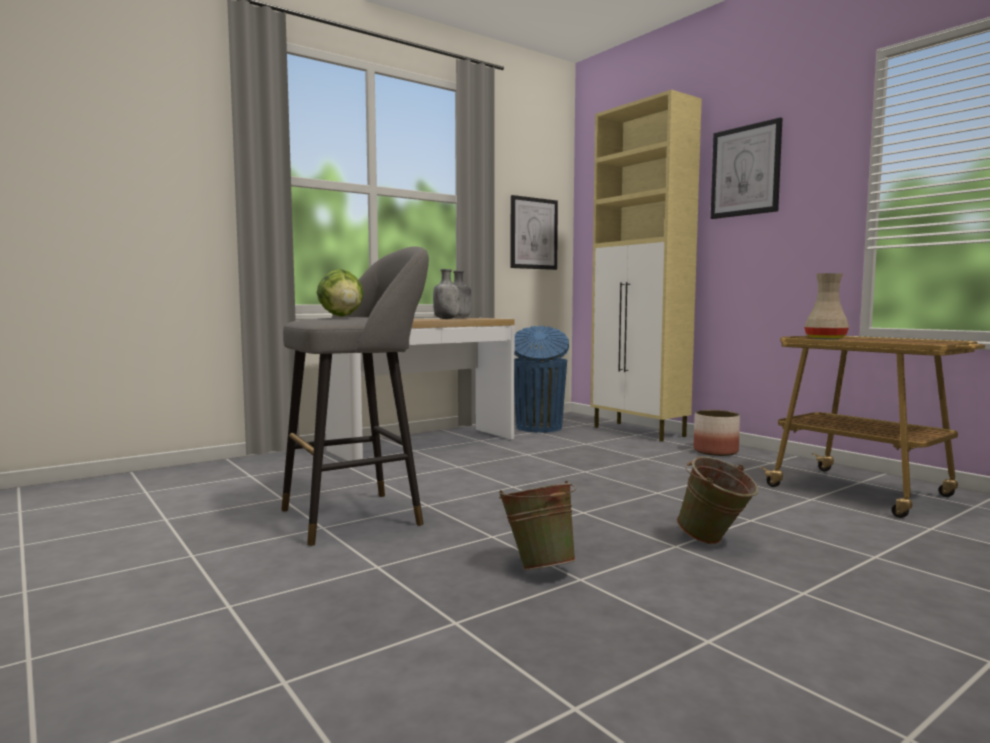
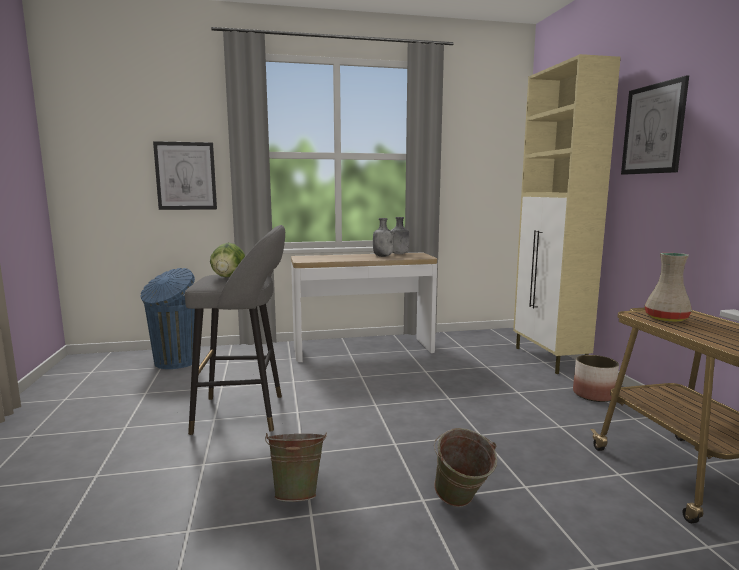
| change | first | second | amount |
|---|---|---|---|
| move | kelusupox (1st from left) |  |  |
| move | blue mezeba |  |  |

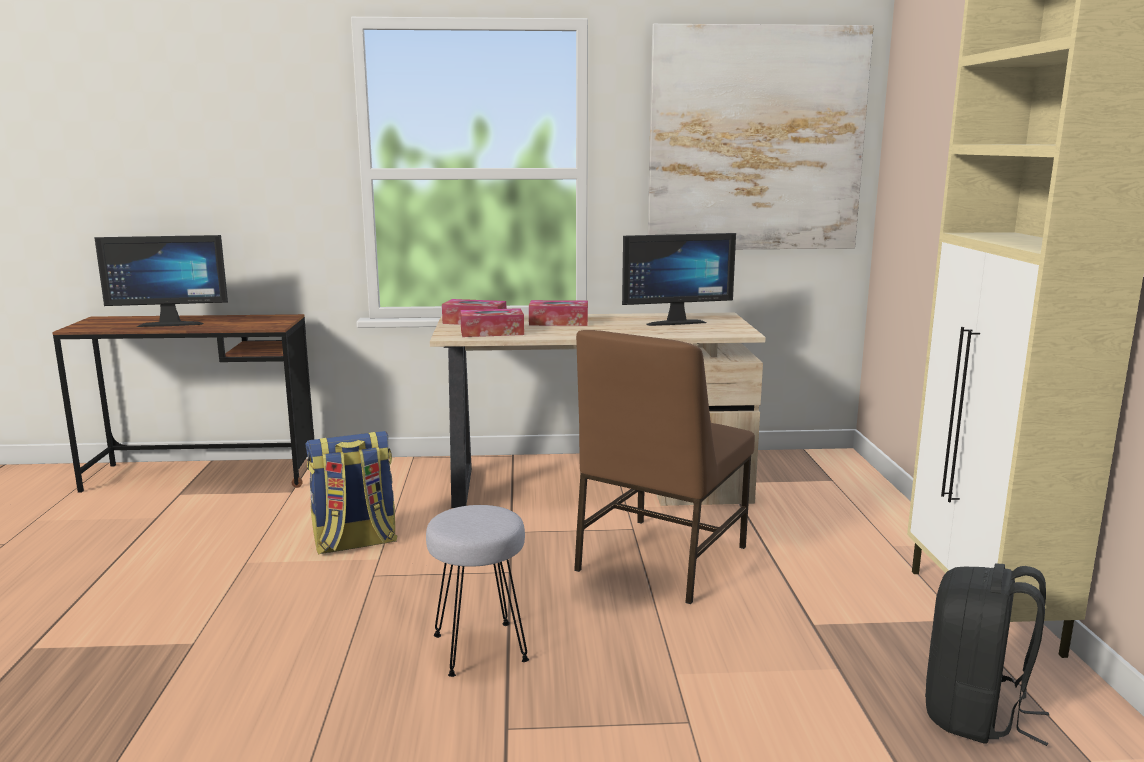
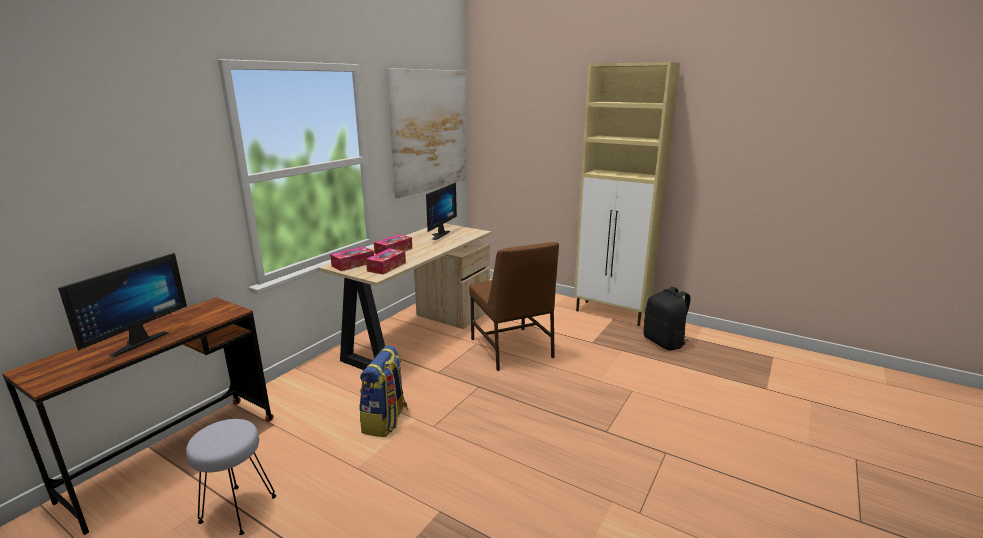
| change | first | second | amount |
|---|---|---|---|
| move | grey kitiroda |  |  |

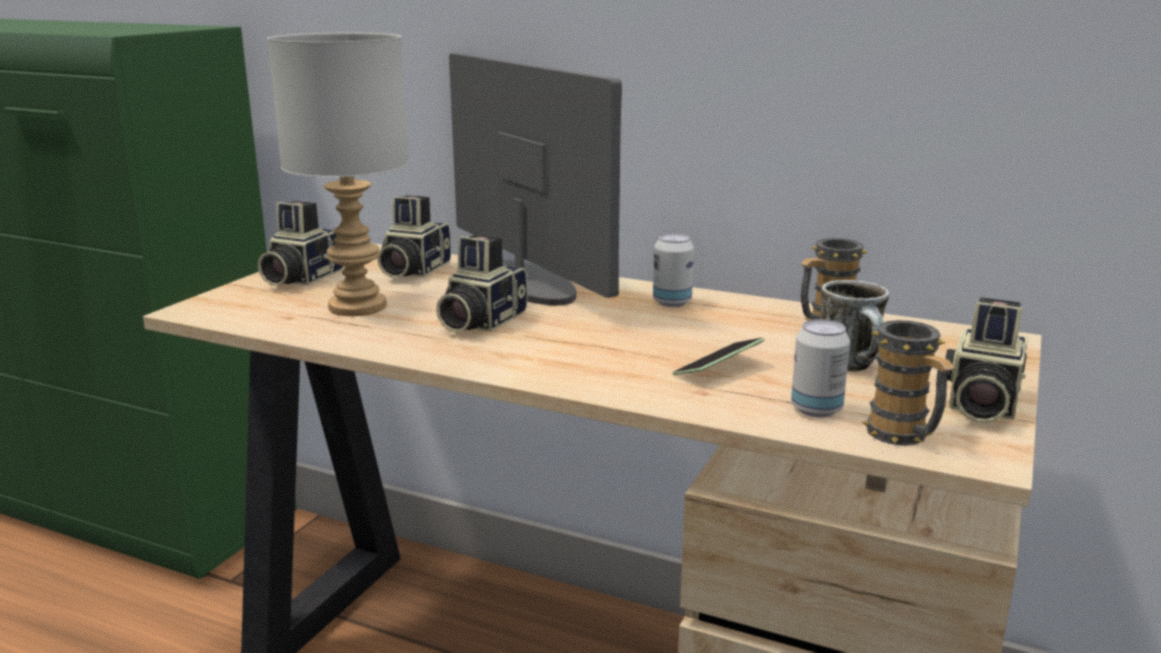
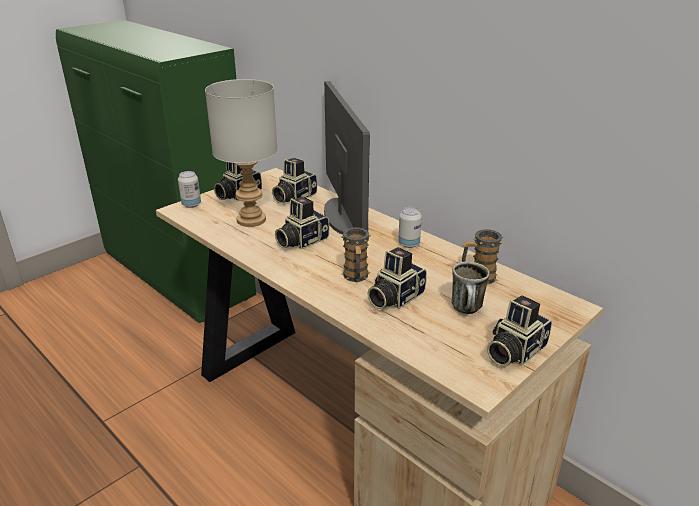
| change | first | second | amount |
|---|---|---|---|
| replace | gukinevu | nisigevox (4th from left) |  |
| move | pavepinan (2nd from left in the first image) | pavepinan (1st from left) |  |
| move | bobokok (3rd from left in the first image) | bobokok (1st from left) |  |

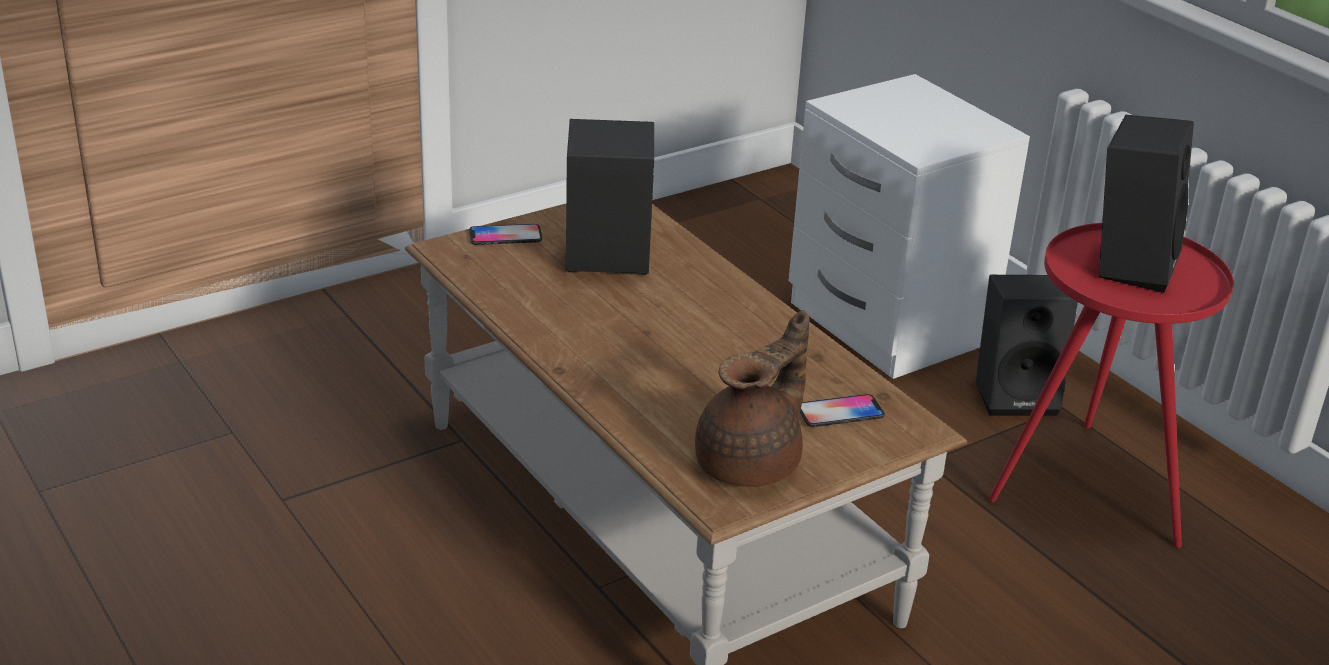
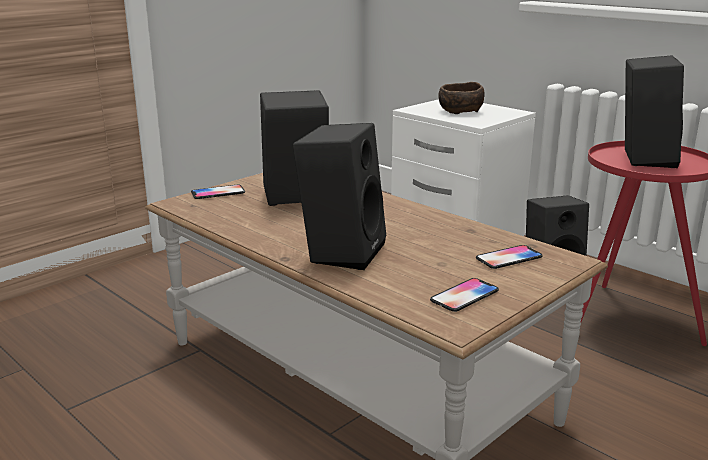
| change | first | second | amount |
|---|---|---|---|
| replace | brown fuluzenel | gukinevu (2nd from left) |  |
| insert |  | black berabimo (2nd from left) |  |
| insert |  | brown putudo |  |

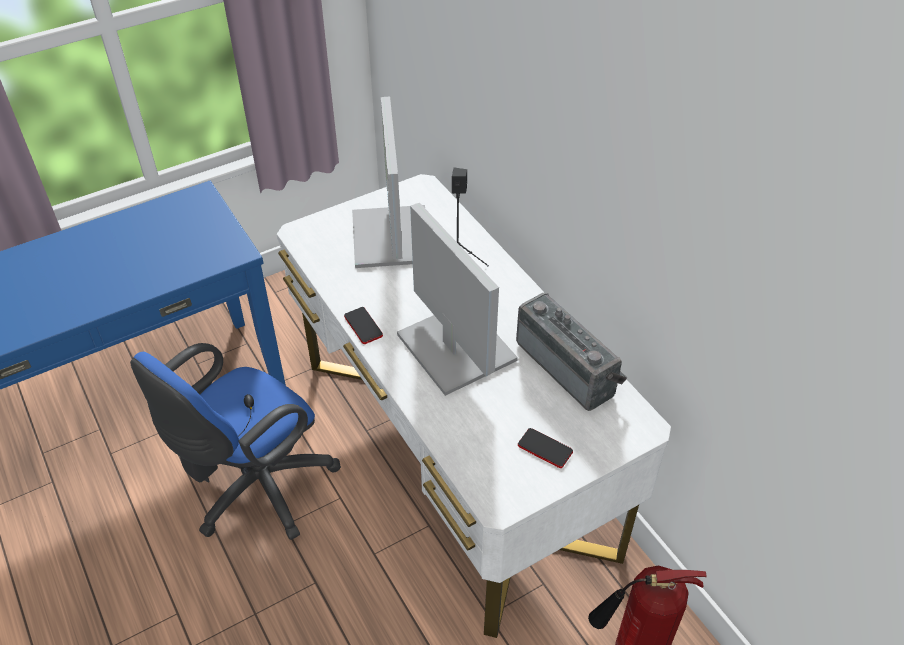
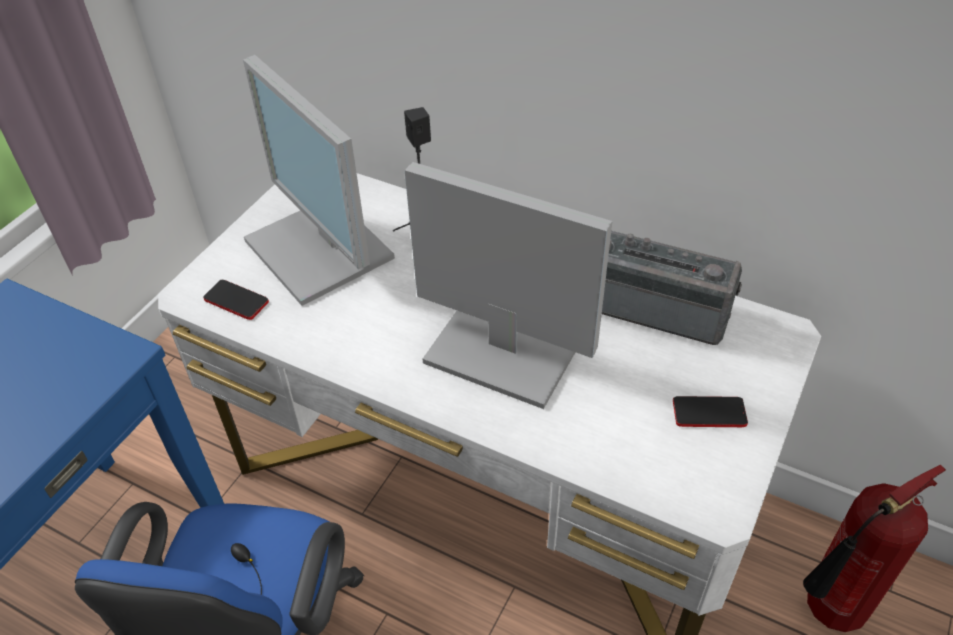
| change | first | second | amount |
|---|---|---|---|
| move | gukinevu (1st from left) |  |  |

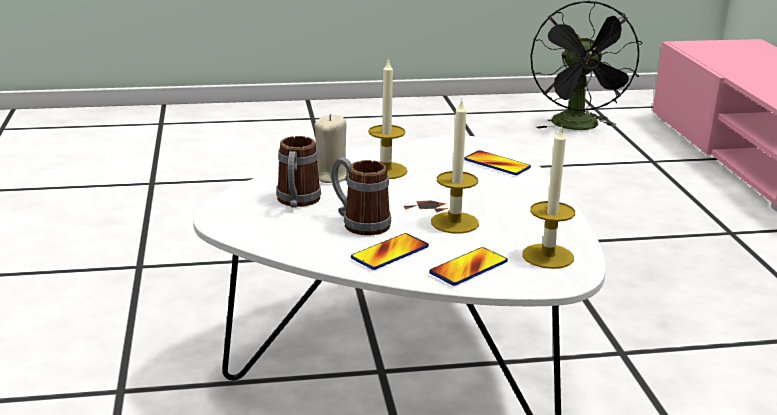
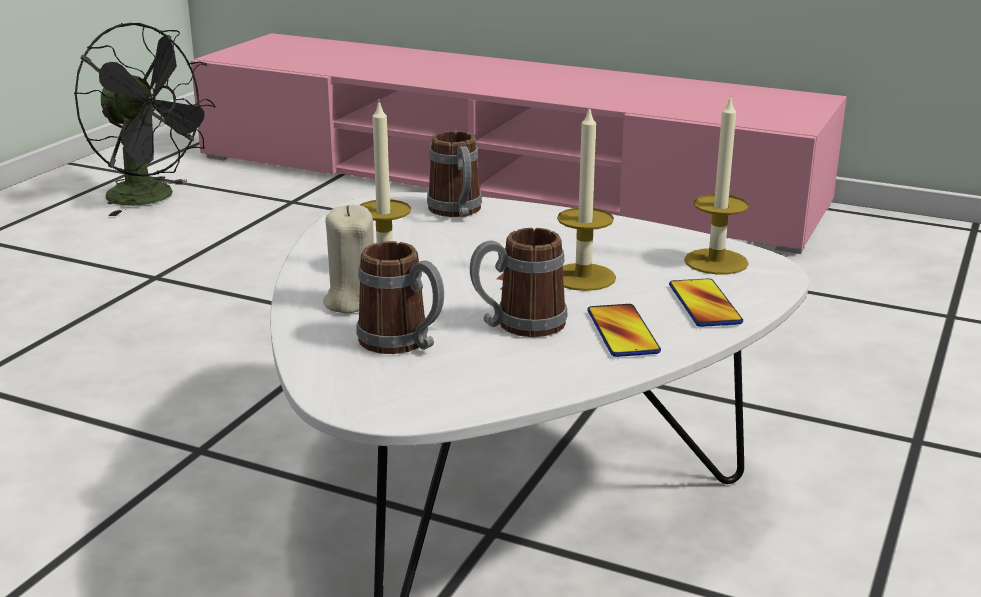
| change | first | second | amount |
|---|---|---|---|
| replace | gukinevu (3rd from left) | bobokok (2nd from left) |  |

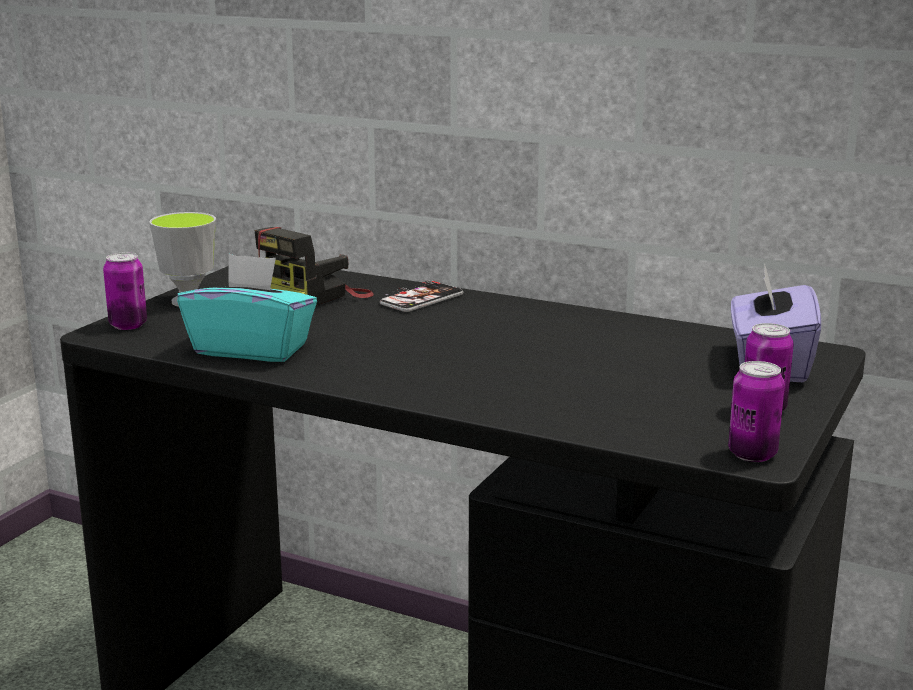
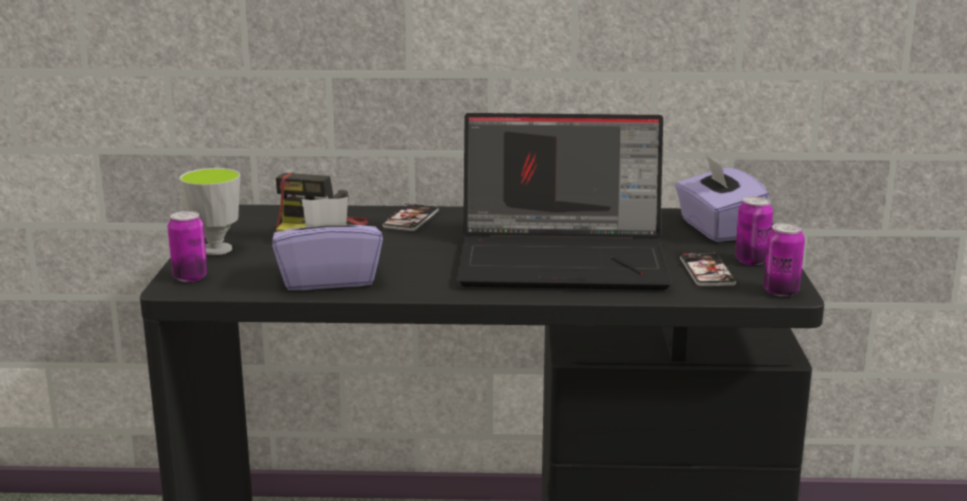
| change | first | second | amount |
|---|---|---|---|
| recolor | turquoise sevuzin | purple sevuzin (1st from left) |  |
| insert |  | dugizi |  |
| insert |  | gukinevu (2nd from left) |  |

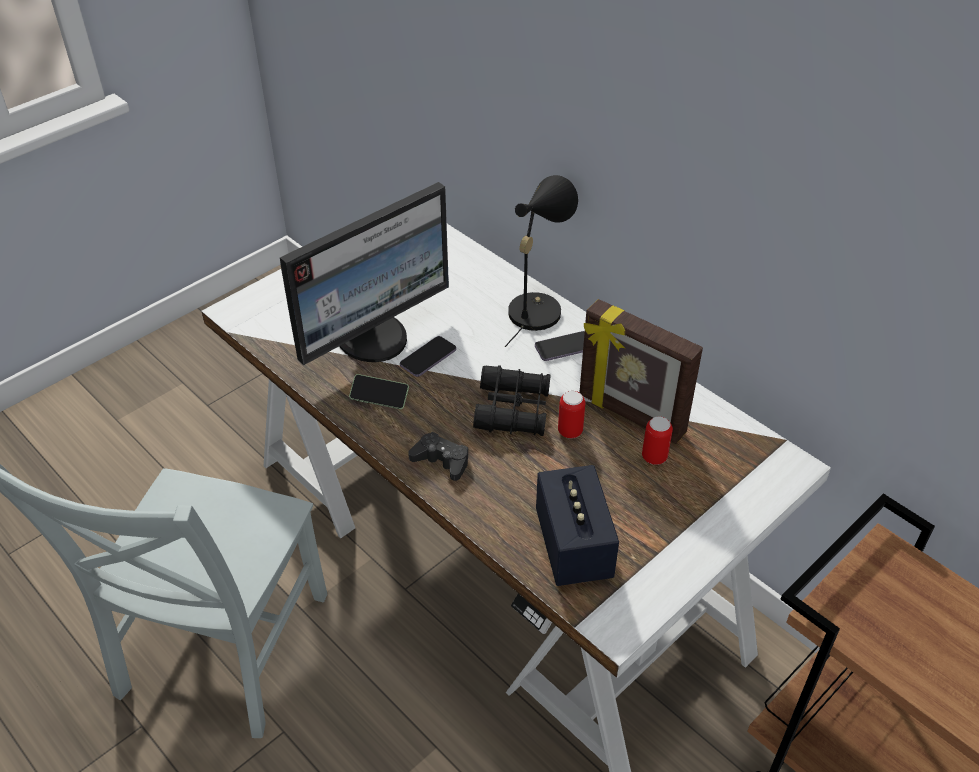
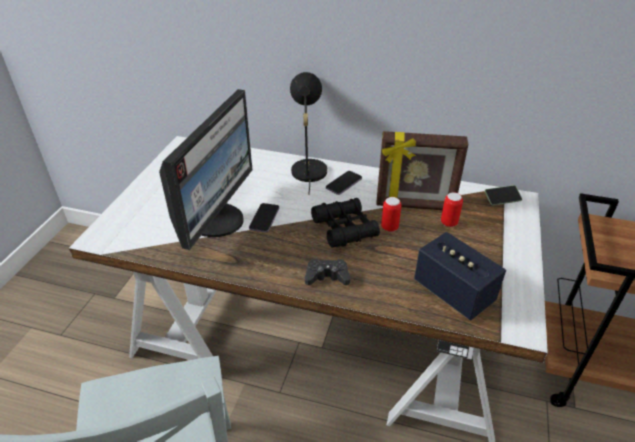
| change | first | second | amount |
|---|---|---|---|
| move | gukinevu (1st from left in the first image) | gukinevu (3rd from left) |  |

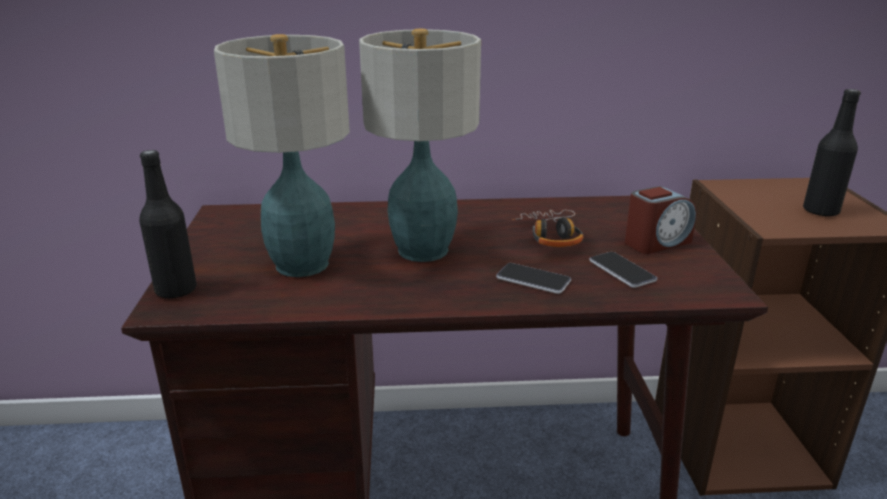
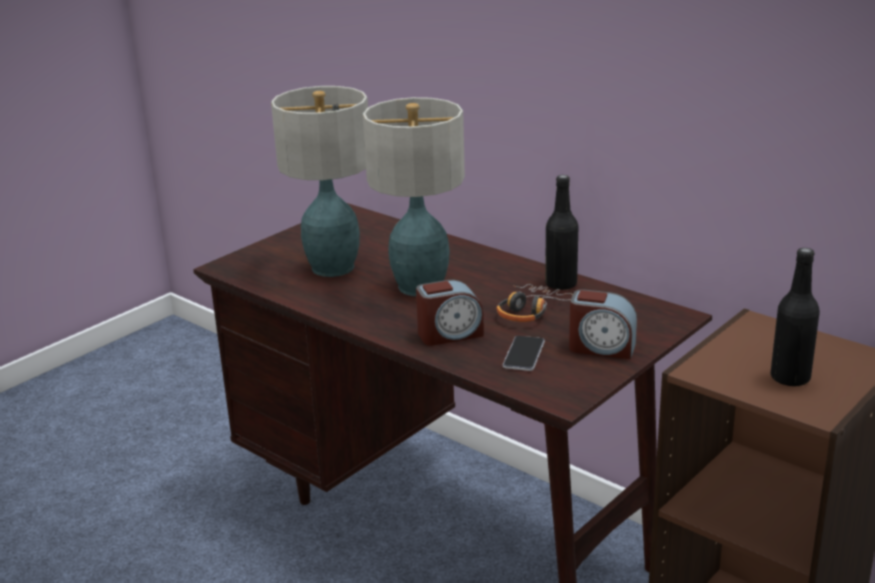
| change | first | second | amount |
|---|---|---|---|
| move | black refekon (1st from left) |  |  |
| replace | gukinevu (1st from left) | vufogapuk (1st from left) |  |

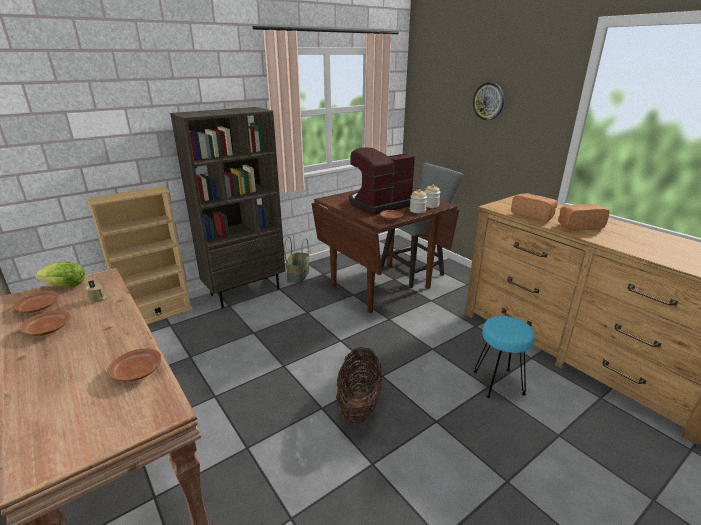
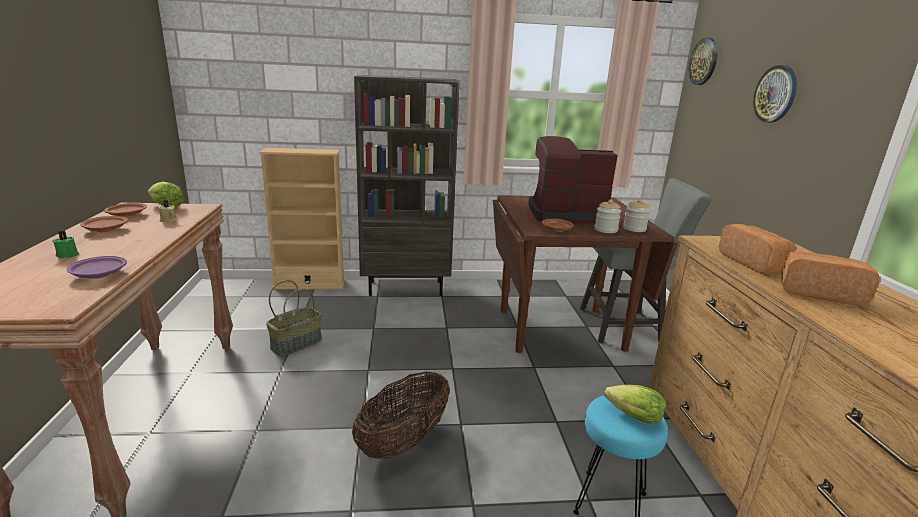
| change | first | second | amount |
|---|---|---|---|
| recolor | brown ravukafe (3rd from left) | purple ravukafe |  |
| move | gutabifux (1st from left) |  |  |
| insert |  | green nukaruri |  |
| insert |  | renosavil (2nd from left) |  |
| insert |  | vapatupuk (1st from left) |  |

